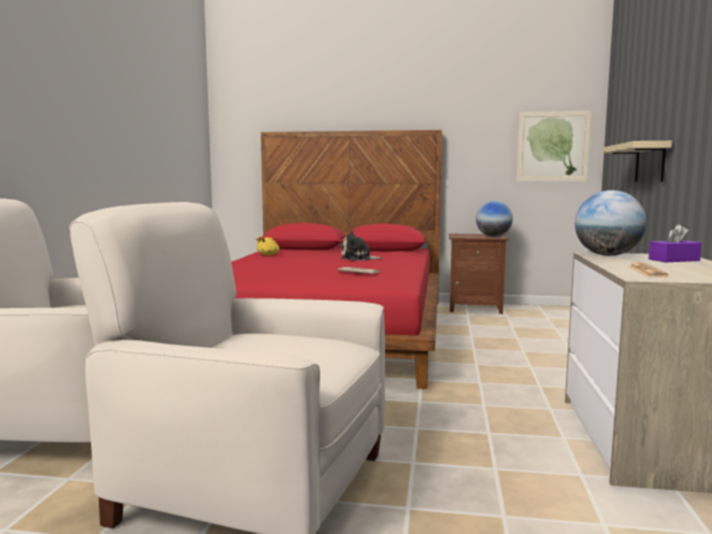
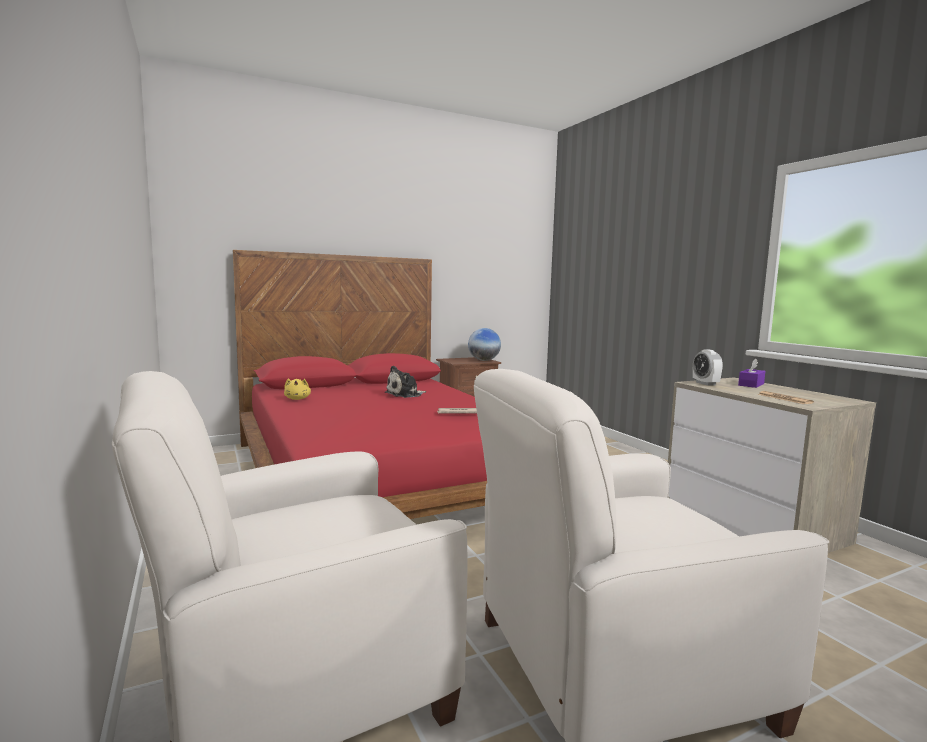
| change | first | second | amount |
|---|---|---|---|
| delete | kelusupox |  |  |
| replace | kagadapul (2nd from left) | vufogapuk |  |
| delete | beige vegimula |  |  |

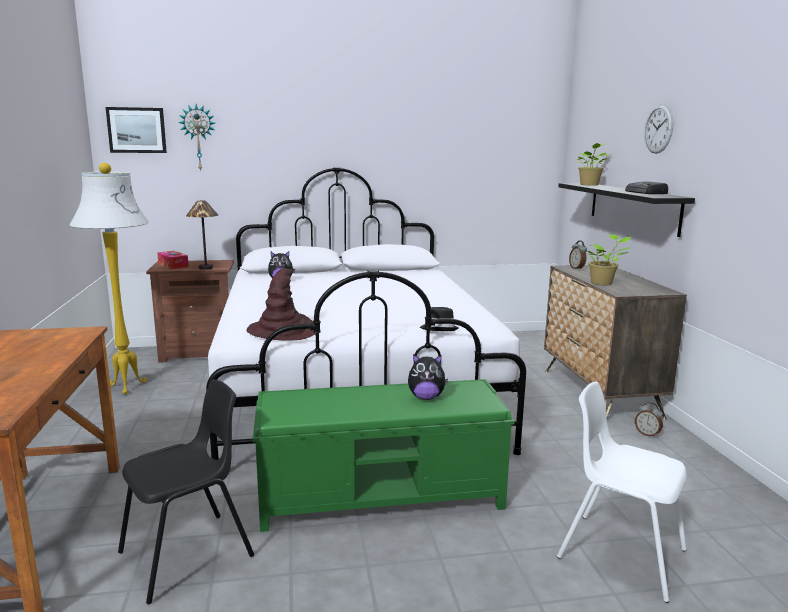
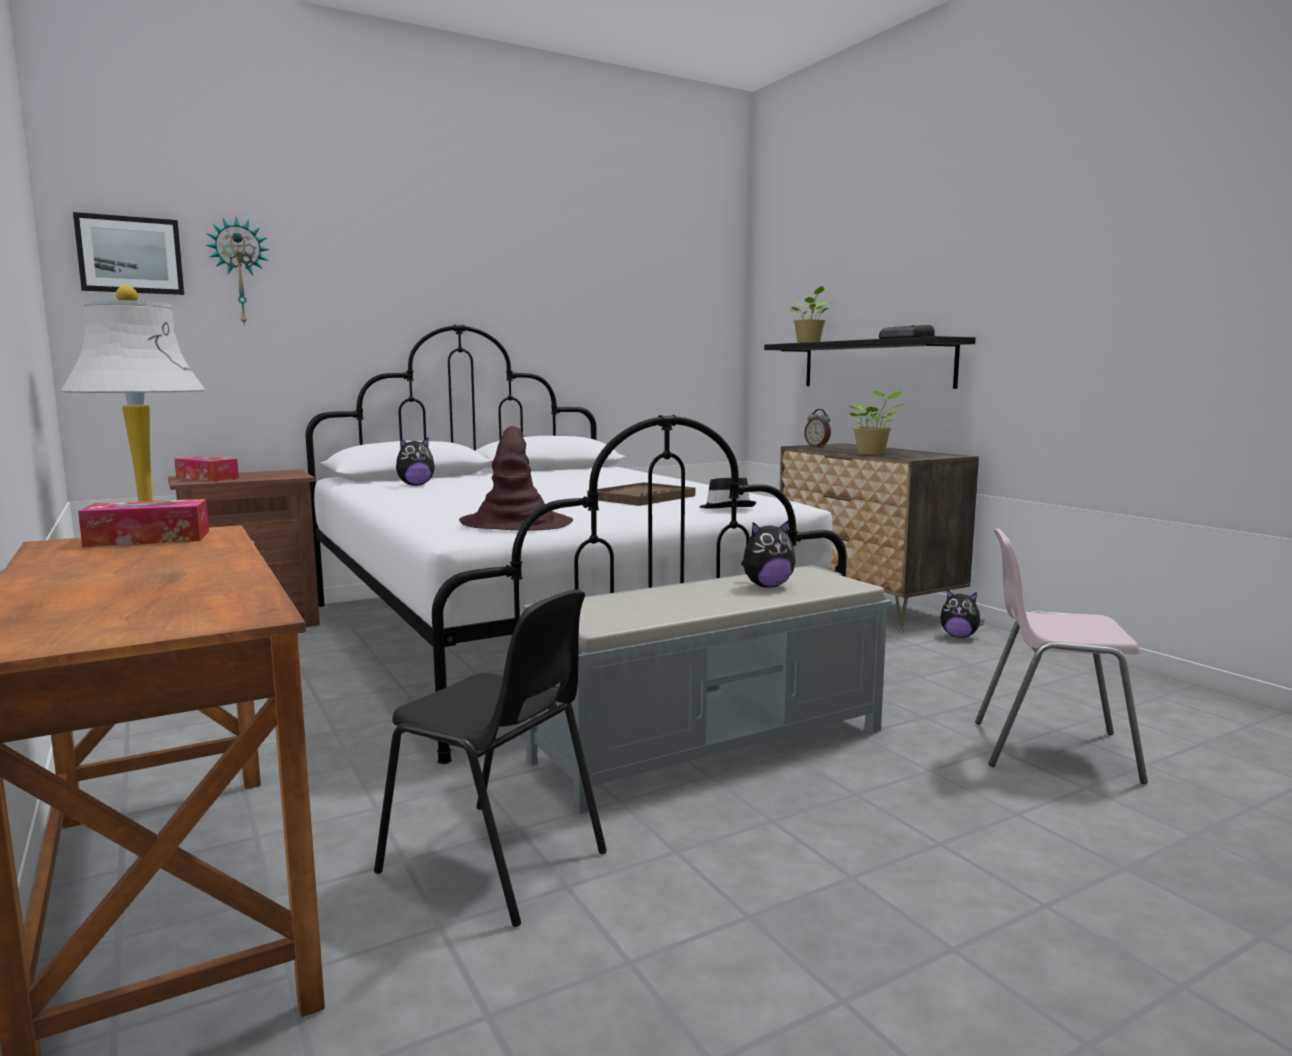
| change | first | second | amount |
|---|---|---|---|
| rotate | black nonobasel |  | 90 degrees clockwise |
| delete | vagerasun |  |  |
| recolor | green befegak | grey befegak |  |
| recolor | white nonobasel | pink nonobasel |  |
| replace | vufogapuk (2nd from left) | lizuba (3rd from left) |  |
| delete | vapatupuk (2nd from left) |  |  |
| insert |  | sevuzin (1st from left) |  |
| insert |  | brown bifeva |  |

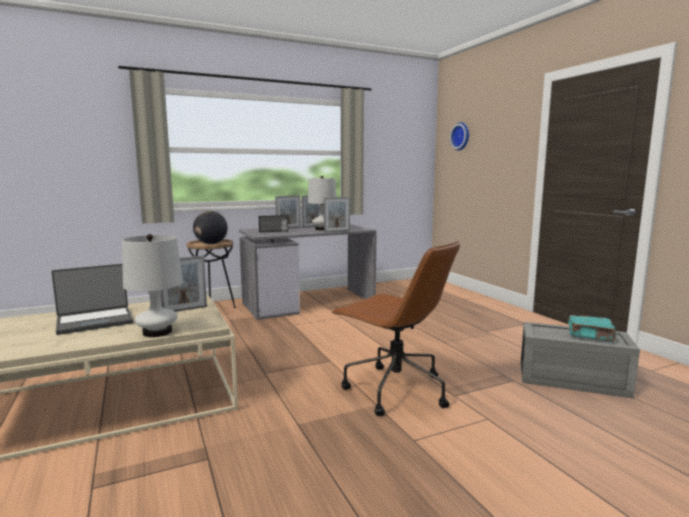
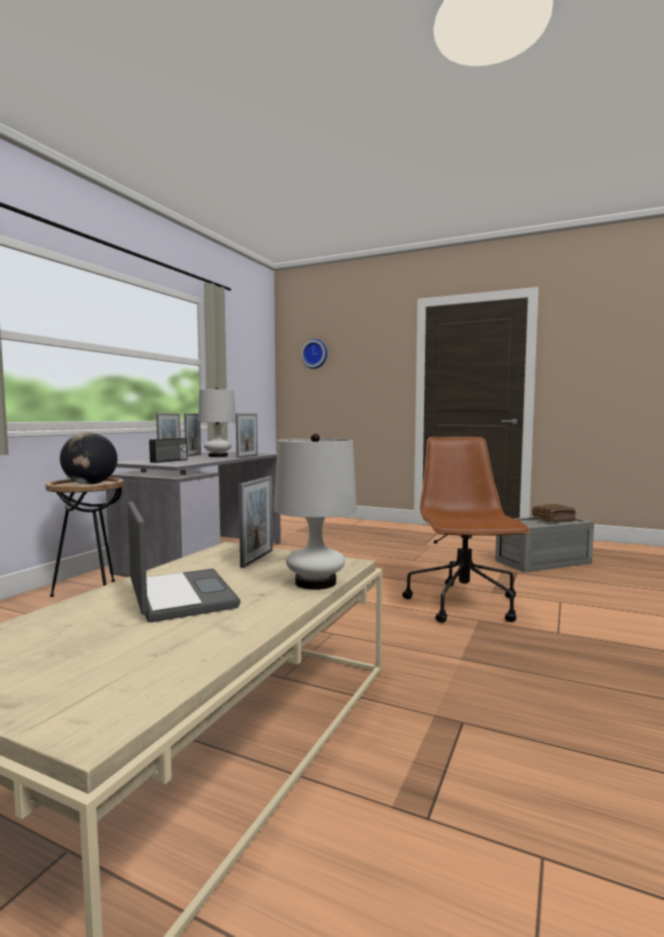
| change | first | second | amount |
|---|---|---|---|
| rotate | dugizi |  | 45 degrees counterclockwise |
| rotate | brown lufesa |  | 90 degrees counterclockwise |
| recolor | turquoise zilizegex | brown zilizegex |  |

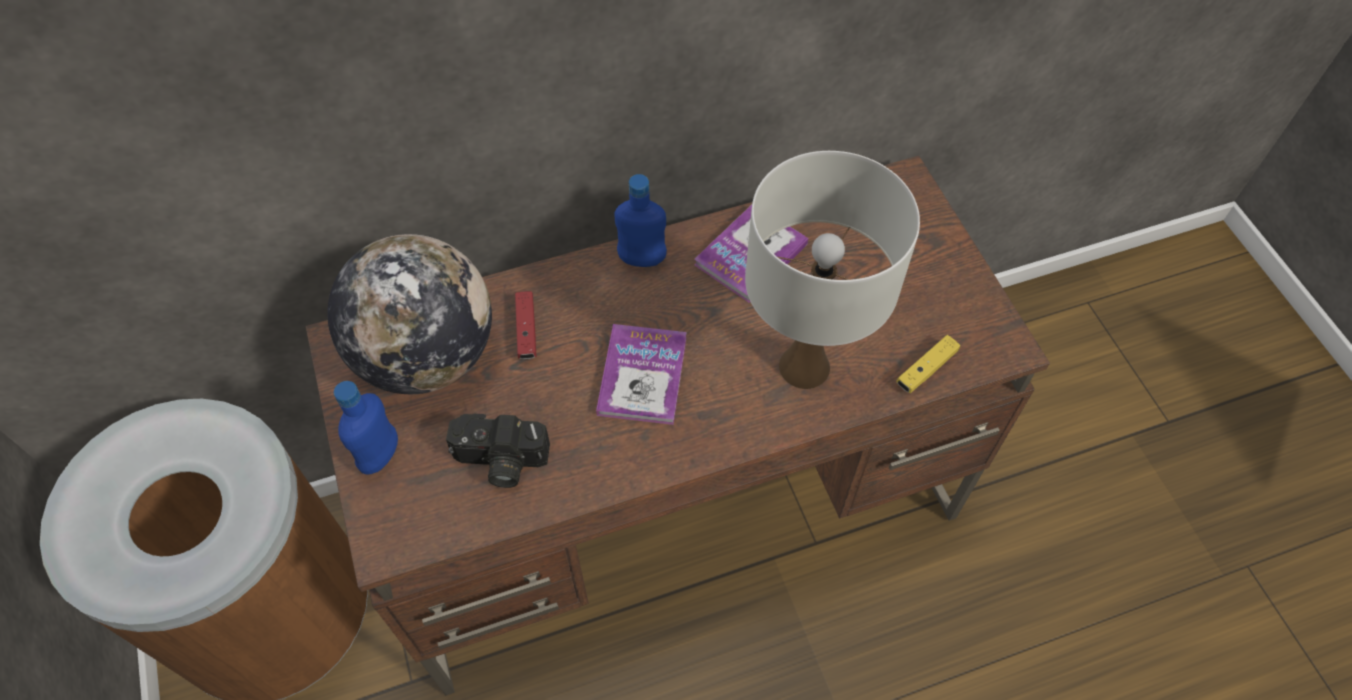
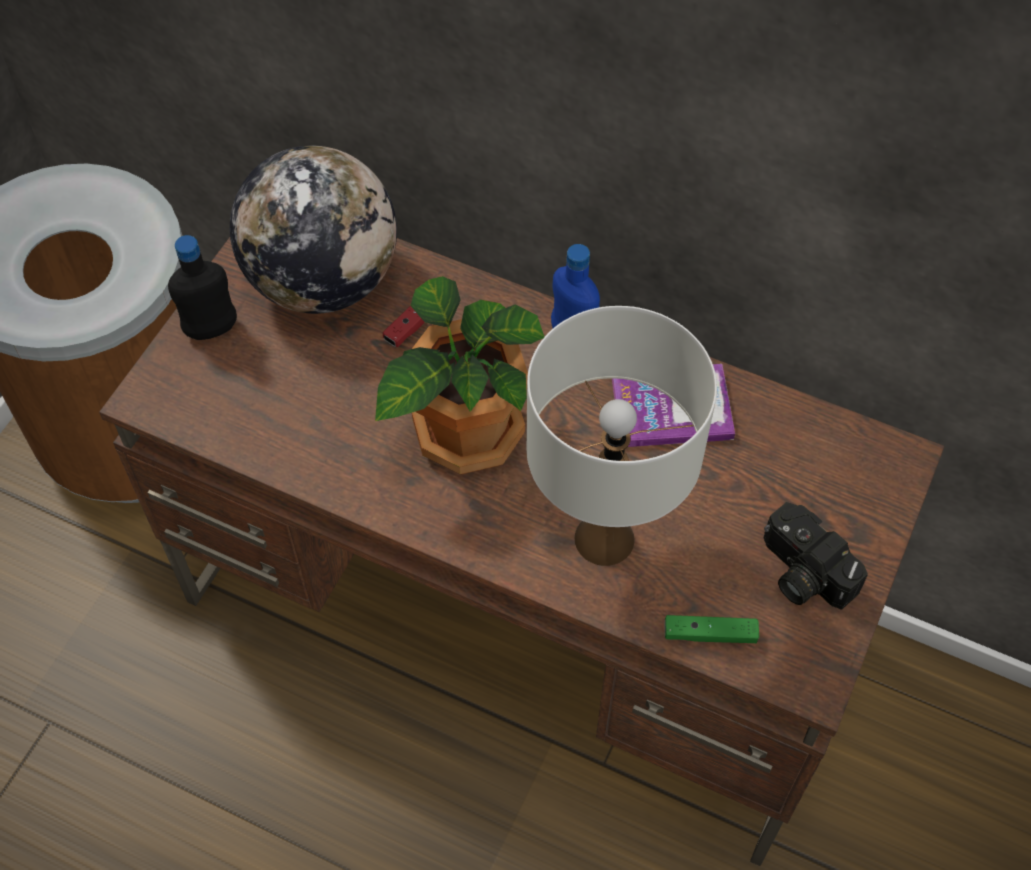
| change | first | second | amount |
|---|---|---|---|
| recolor | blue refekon (1st from left) | black refekon |  |
| move | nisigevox |  |  |
| replace | zilizegex (1st from left) | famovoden |  |
| recolor | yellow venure | green venure |  |

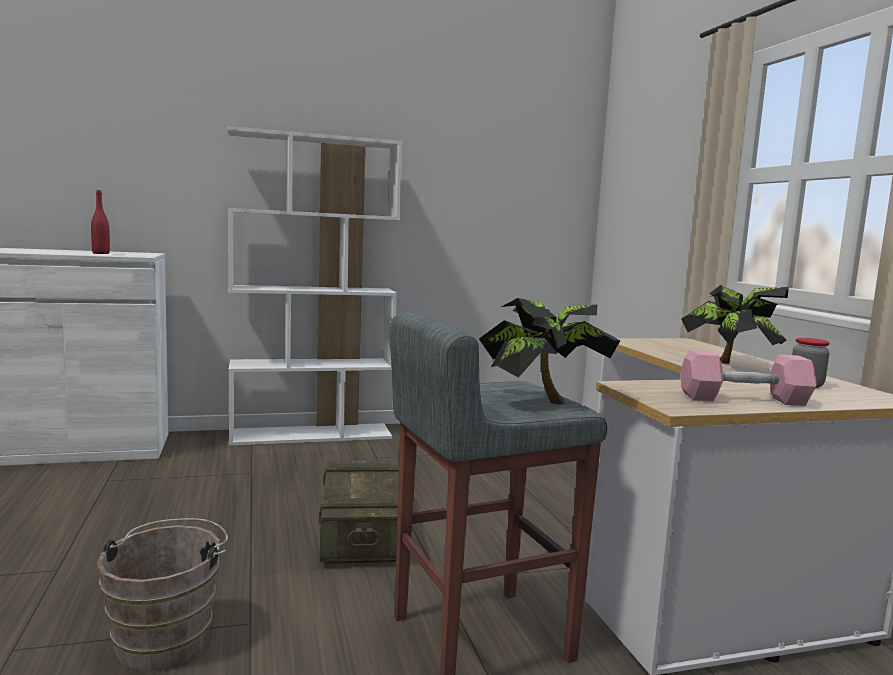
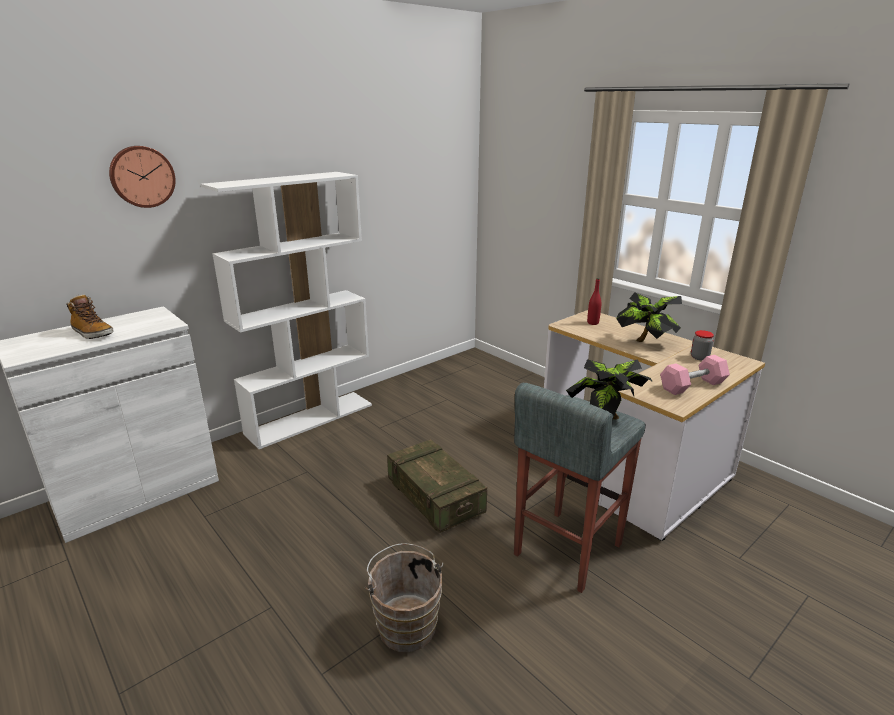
| change | first | second | amount |
|---|---|---|---|
| move | red refekon |  |  |
| insert |  | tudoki |  |
| insert |  | vapatupuk |  |

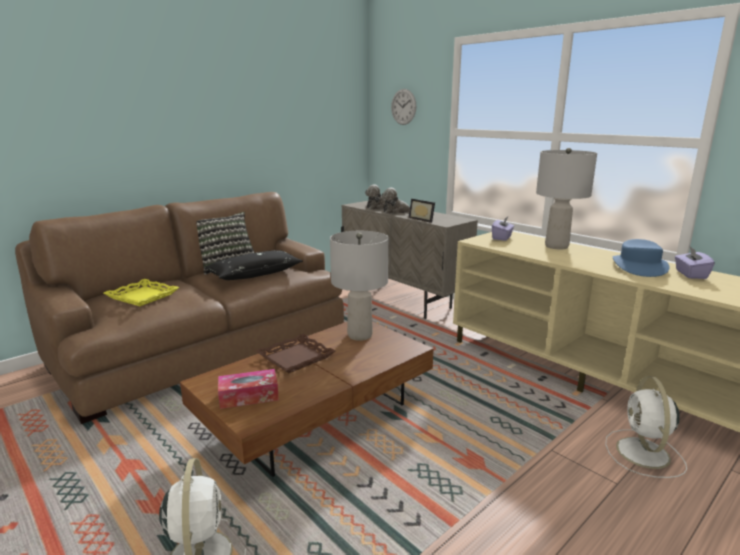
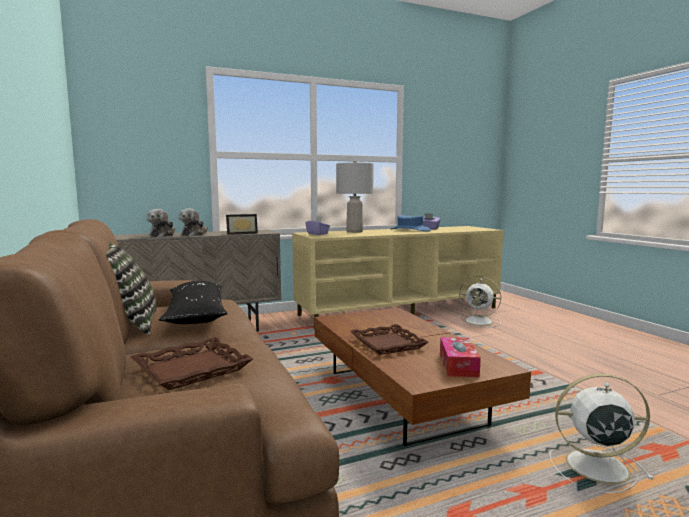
| change | first | second | amount |
|---|---|---|---|
| recolor | yellow bifeva | brown bifeva (1st from left) |  |
| delete | grey vagerasun (1st from left) |  |  |
| delete | vapatupuk |  |  |

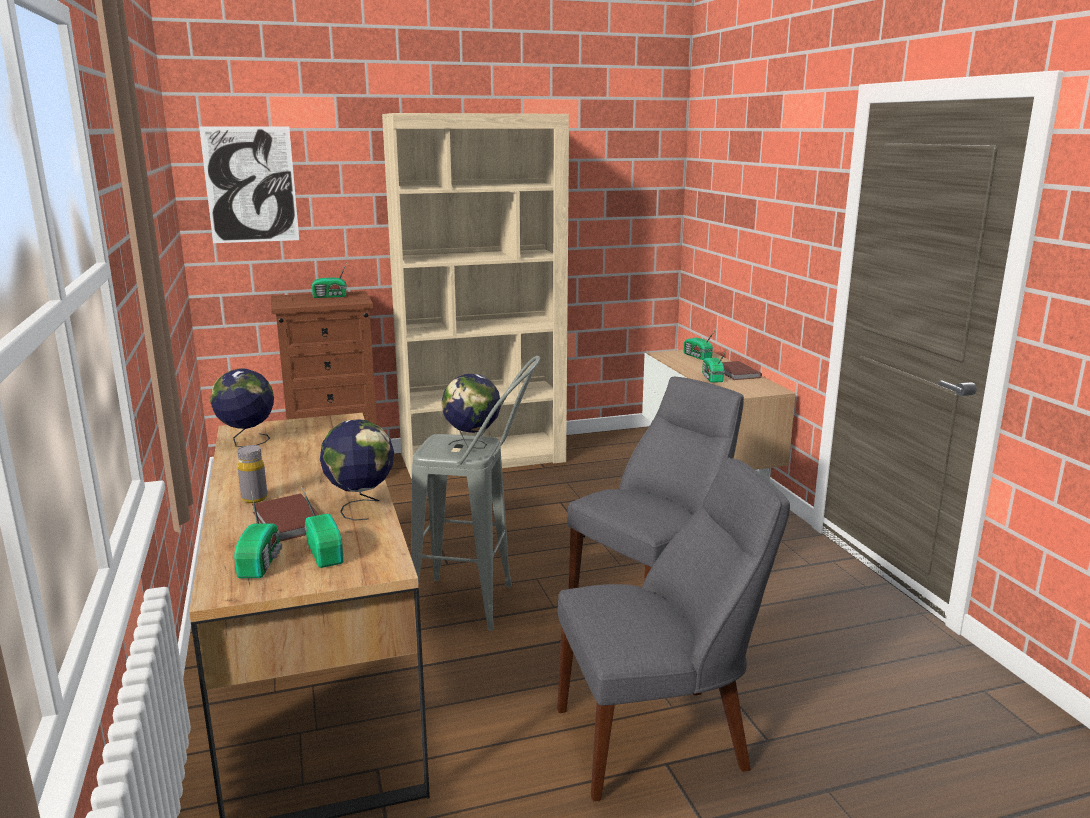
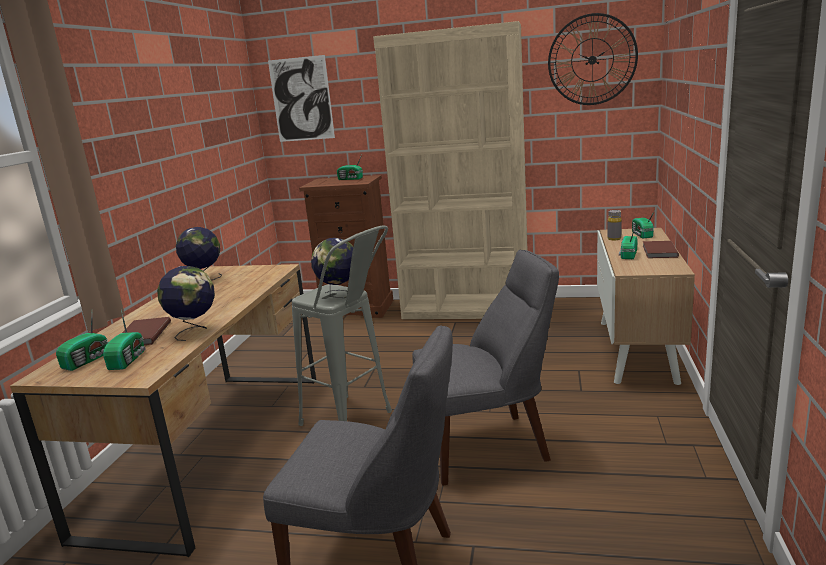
| change | first | second | amount |
|---|---|---|---|
| move | grey refekon |  |  |
| insert |  | vapatupuk |  |

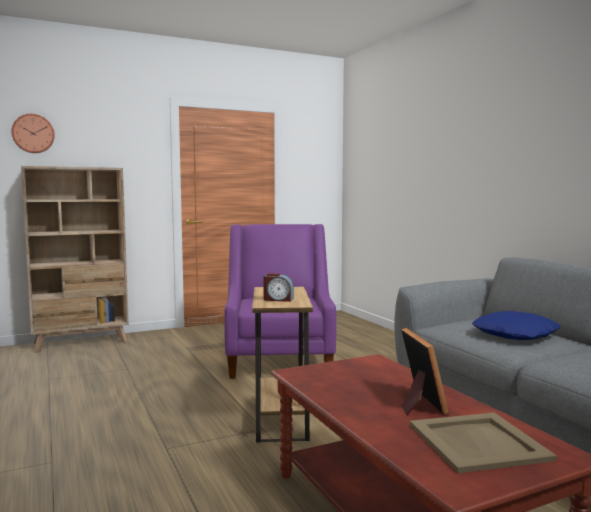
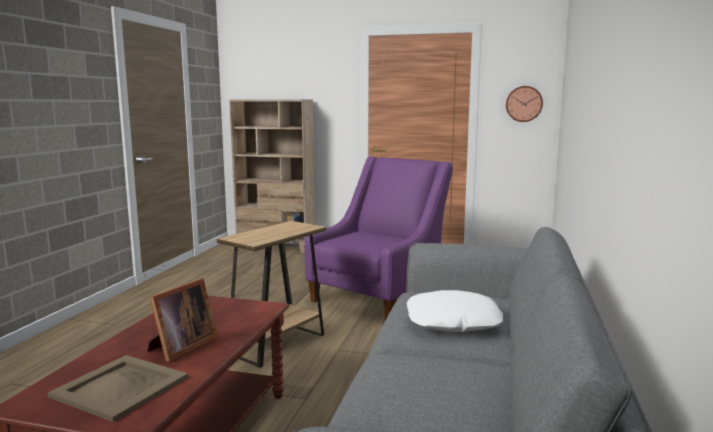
| change | first | second | amount |
|---|---|---|---|
| move | vapatupuk |  |  |
| delete | vufogapuk |  |  |
| recolor | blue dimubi | white dimubi |  |

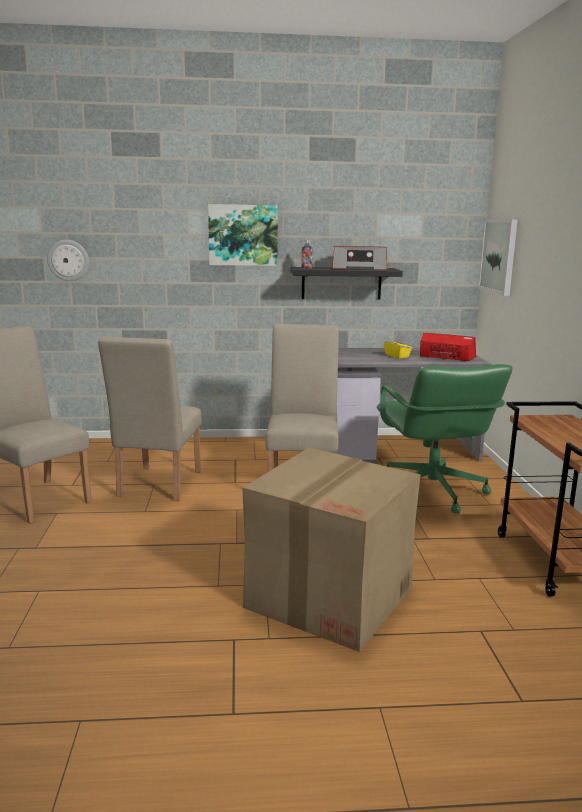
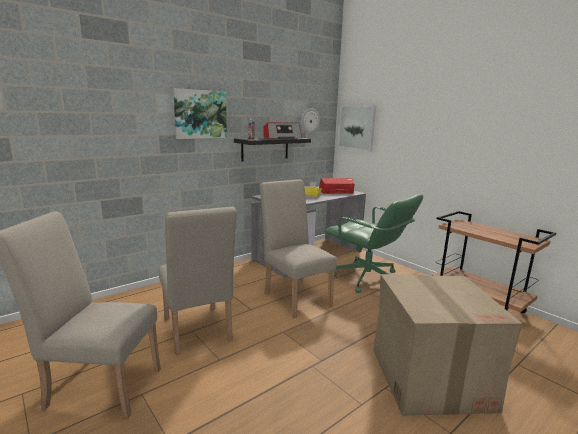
| change | first | second | amount |
|---|---|---|---|
| move | vapatupuk |  |  |

